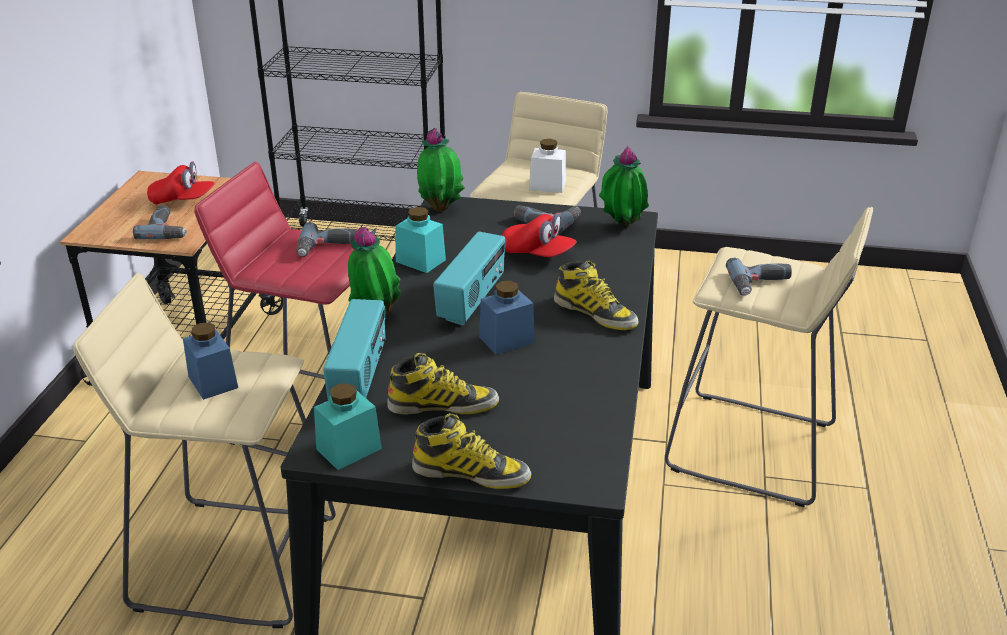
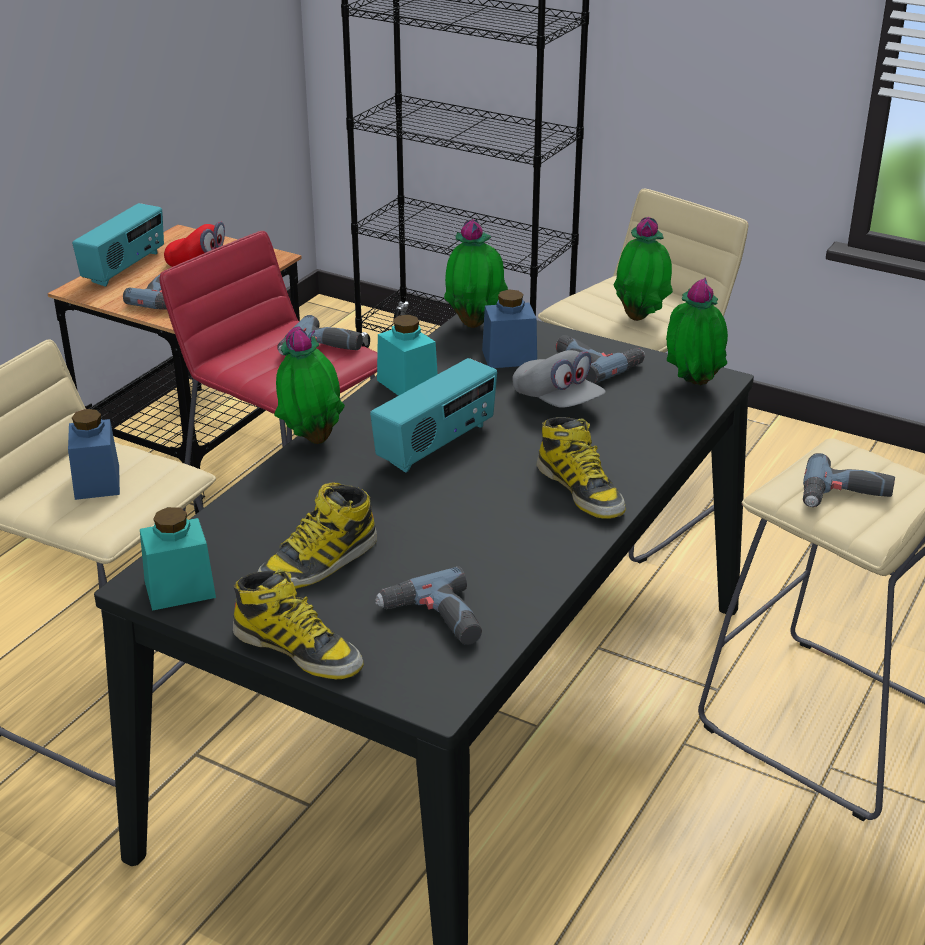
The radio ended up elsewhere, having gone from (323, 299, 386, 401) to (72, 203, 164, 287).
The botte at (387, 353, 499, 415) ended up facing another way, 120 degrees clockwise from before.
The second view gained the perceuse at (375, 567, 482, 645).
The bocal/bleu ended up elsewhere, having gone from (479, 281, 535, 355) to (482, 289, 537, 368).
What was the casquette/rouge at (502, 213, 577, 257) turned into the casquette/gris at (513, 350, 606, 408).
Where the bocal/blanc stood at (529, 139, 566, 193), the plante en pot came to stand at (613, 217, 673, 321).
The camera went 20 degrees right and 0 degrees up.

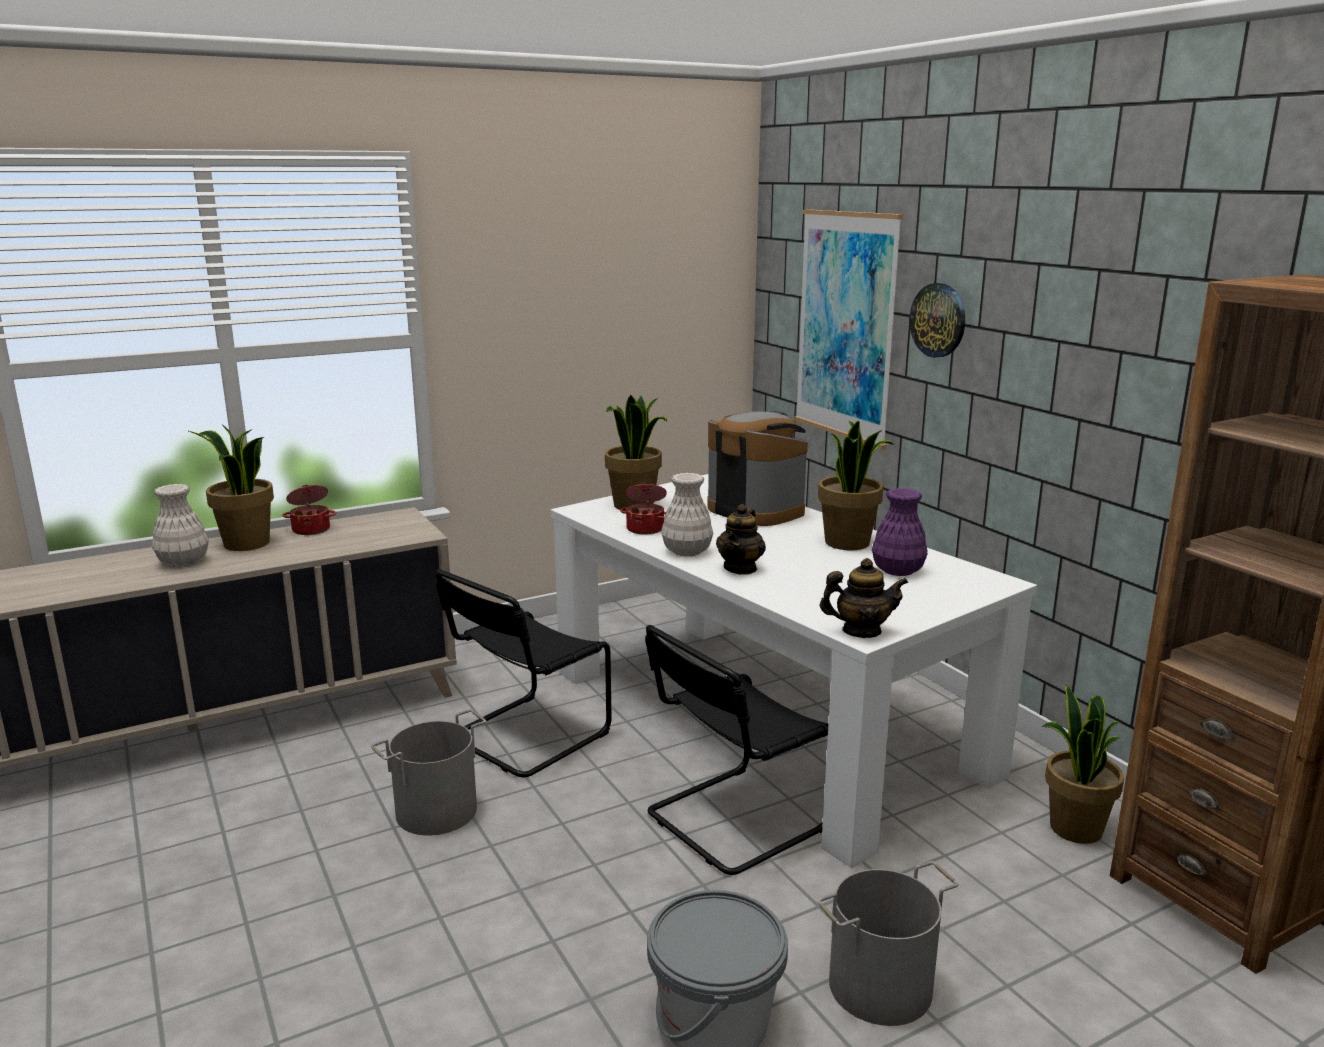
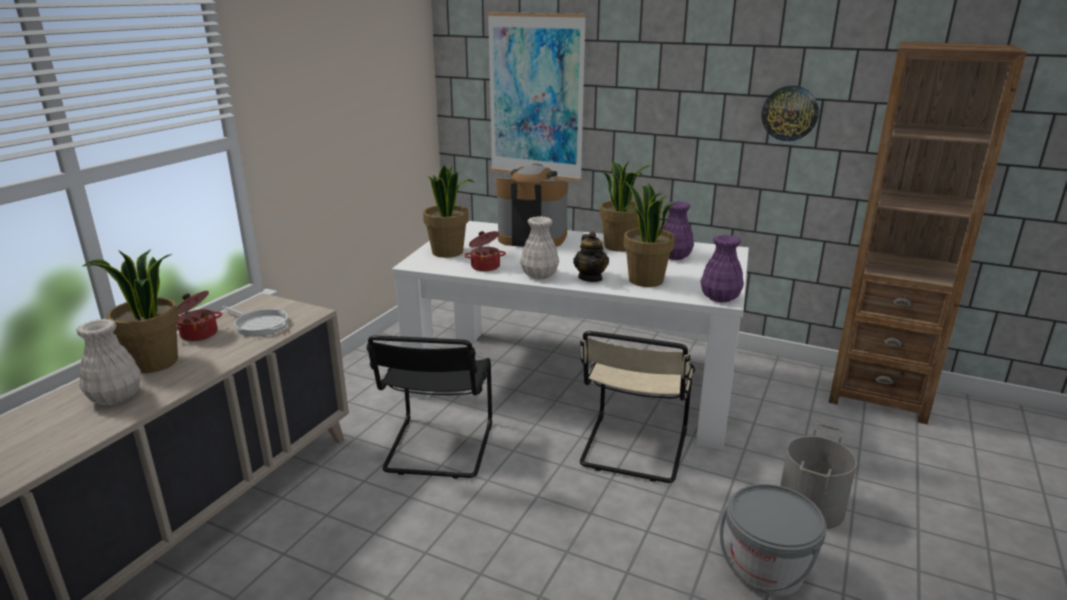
The second view gained the poêle at (222, 306, 288, 336).
What was the chaise/noir at (645, 625, 829, 875) turned into the chaise/beige at (580, 331, 695, 483).
The plante en pot ended up elsewhere, having gone from (1042, 684, 1124, 844) to (623, 181, 675, 287).
Where the théière stood at (820, 558, 908, 638), the vase/violet came to stand at (700, 234, 744, 302).
The horloge murale ended up elsewhere, having gone from (909, 283, 965, 358) to (761, 85, 819, 141).
The second view lost the seau/gris at (371, 709, 486, 835).
The camera went 35 degrees left and 5 degrees up.

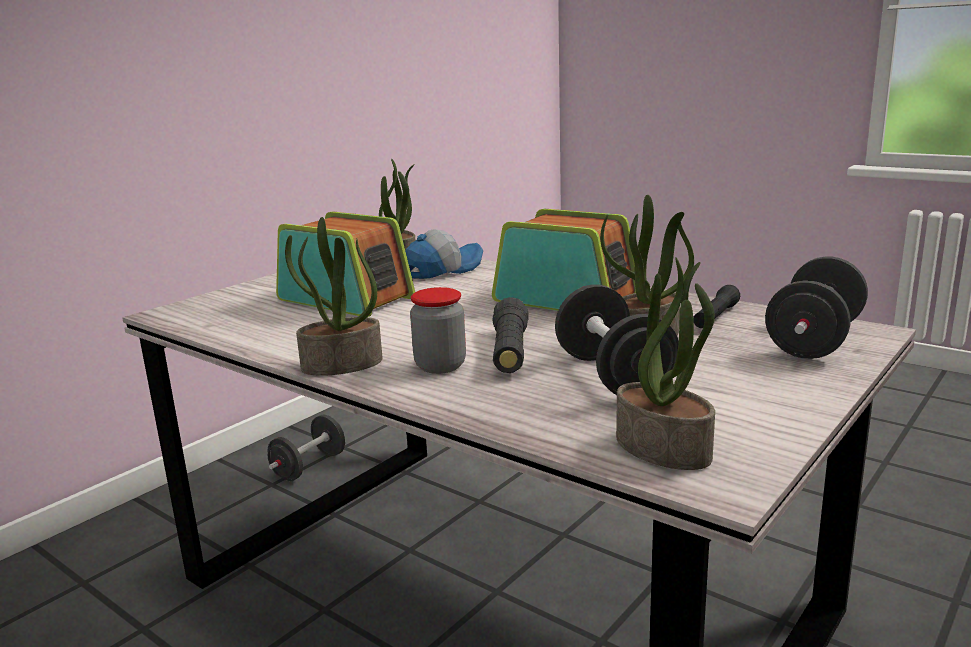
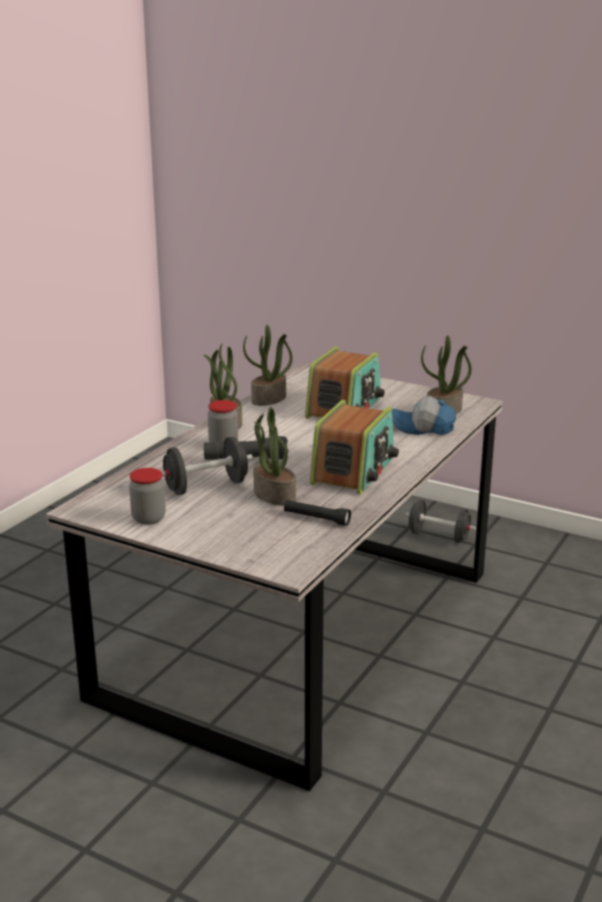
The second view gained the bocal at (129, 468, 166, 525).
The plante en pot ended up elsewhere, having gone from (616, 257, 715, 470) to (243, 325, 293, 406).
The casquette at (405, 229, 483, 279) ended up facing another way, 150 degrees clockwise from before.
The second view lost the haltère/noir at (765, 257, 868, 359).
The camera went 80 degrees right and 5 degrees up.

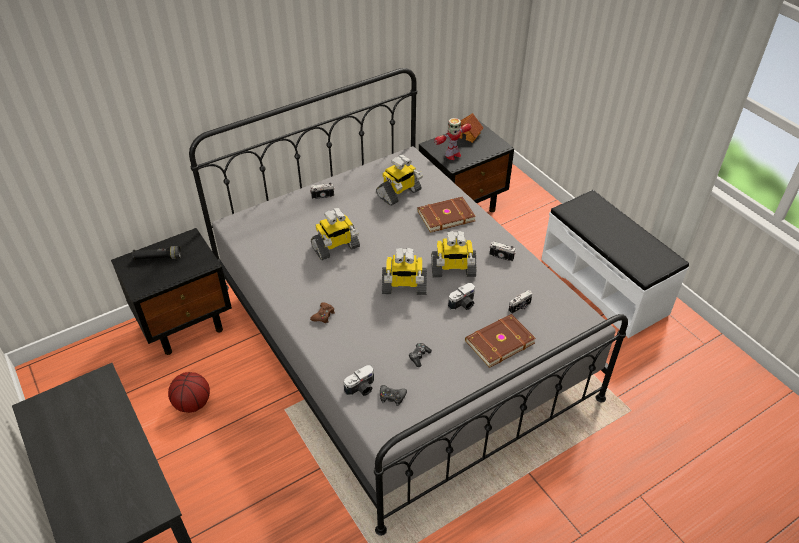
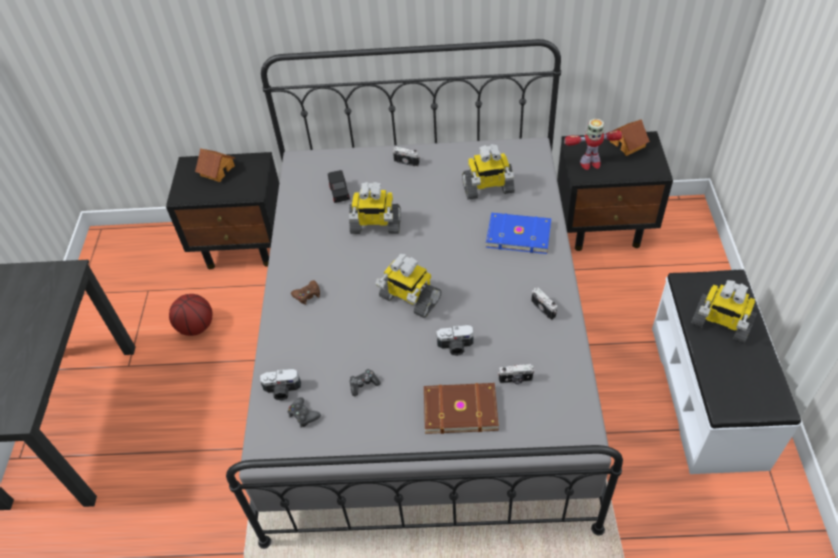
Where the lampe de poche/noir stood at (132, 246, 181, 260), the maison miniature came to stand at (195, 148, 235, 182).
The second view gained the petite voiture/noir at (328, 170, 350, 203).
What was the livre/marron at (418, 197, 476, 233) turned into the livre/bleu at (486, 213, 551, 254).
The robot jouet ended up elsewhere, having gone from (431, 231, 476, 277) to (691, 280, 757, 343).
The camera went 35 degrees right and 5 degrees up.

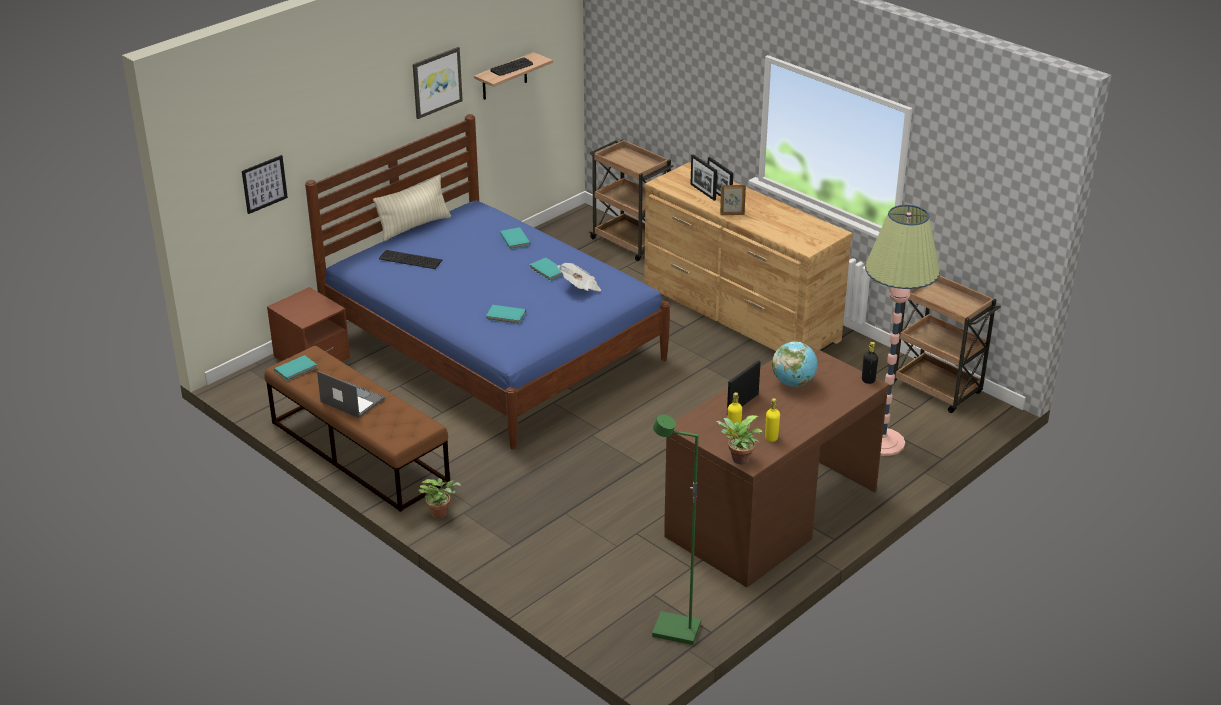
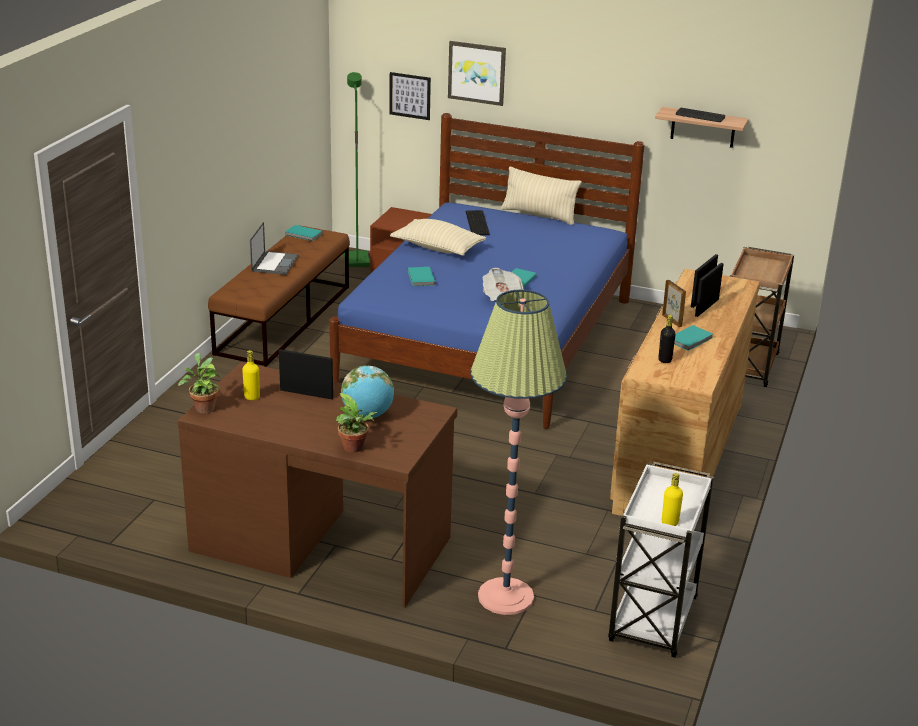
The plante en pot ended up elsewhere, having gone from (418, 478, 461, 518) to (336, 393, 378, 453).
The lampadaire/vert ended up elsewhere, having gone from (652, 414, 701, 645) to (344, 72, 370, 267).
The second view gained the coussin/beige at (390, 219, 486, 256).
The tableau ended up elsewhere, having gone from (413, 47, 463, 119) to (448, 41, 506, 106).
What was the chariot/marron at (893, 276, 1001, 413) turned into the chariot/blanc at (608, 462, 714, 658).
The bouteille/noir ended up elsewhere, having gone from (862, 342, 878, 384) to (658, 315, 676, 363).
The bouteille/jaune ended up elsewhere, having gone from (765, 398, 780, 442) to (662, 473, 683, 526).
The livre/turquoise ended up elsewhere, having gone from (500, 227, 530, 249) to (674, 325, 713, 351).
The camera went 65 degrees right and 5 degrees down.

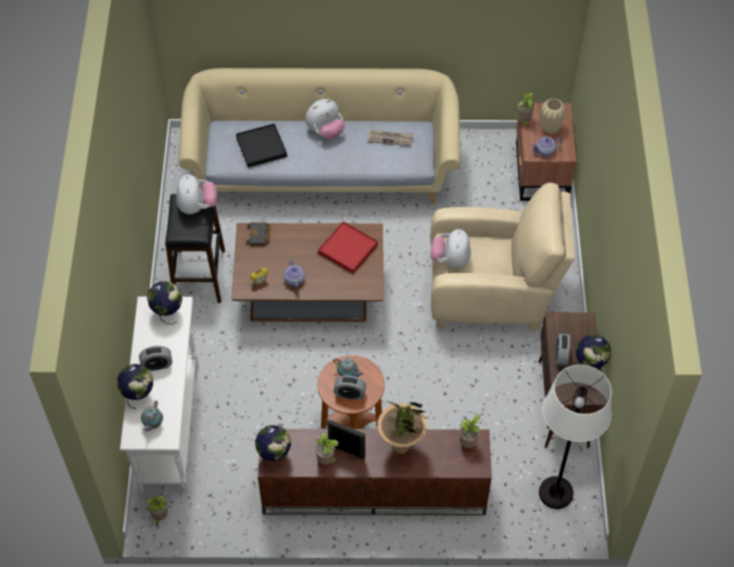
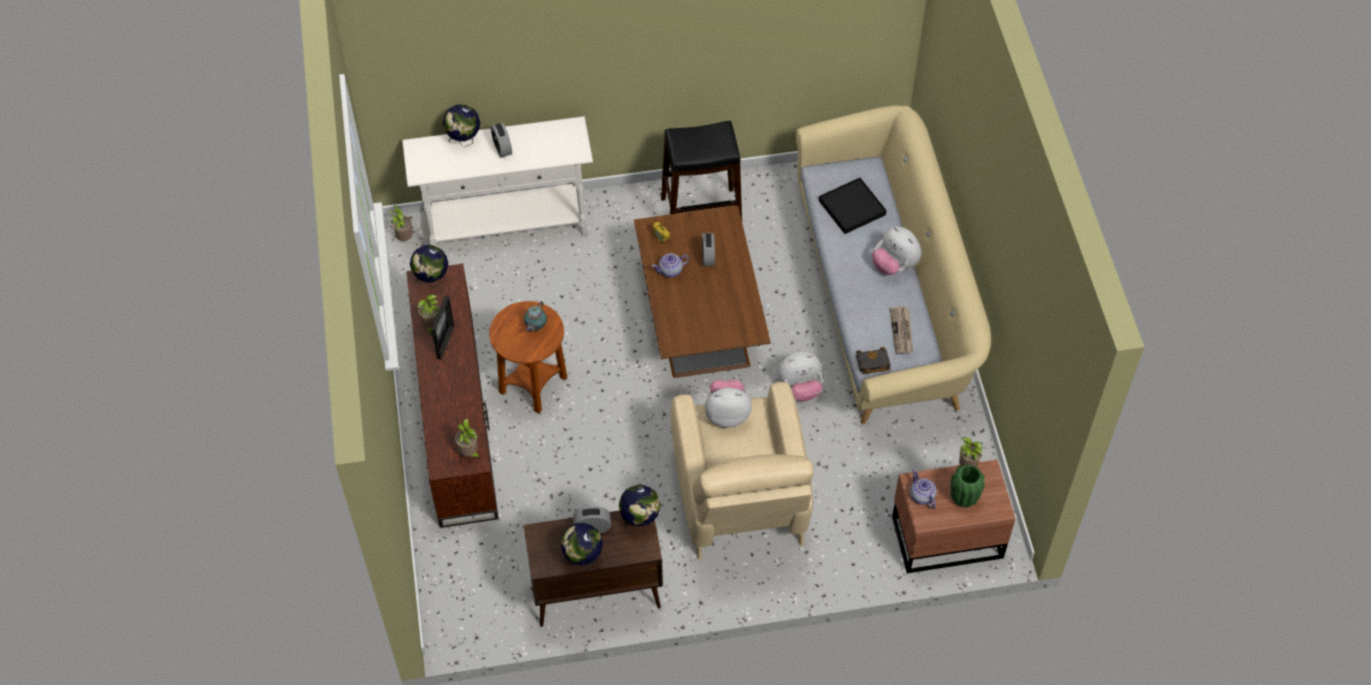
The globe ended up elsewhere, having gone from (147, 281, 182, 324) to (619, 484, 661, 534).
The réveil ended up elsewhere, having gone from (334, 375, 366, 400) to (702, 233, 715, 266).
The peluche ended up elsewhere, having gone from (176, 174, 217, 214) to (777, 351, 823, 401).
The livre/noir ended up elsewhere, having gone from (246, 223, 270, 246) to (856, 347, 891, 374).
What was the vase/beige at (540, 98, 566, 134) turned into the vase/vert at (950, 465, 985, 507).
The second view lost the théière at (141, 400, 163, 432).
The second view lost the plateau/rouge at (318, 221, 378, 273).
The second view lost the plante en pot at (378, 400, 430, 454).
The second view lost the lampadaire/blanc at (539, 365, 612, 509).
The camera went 80 degrees right and 0 degrees up.

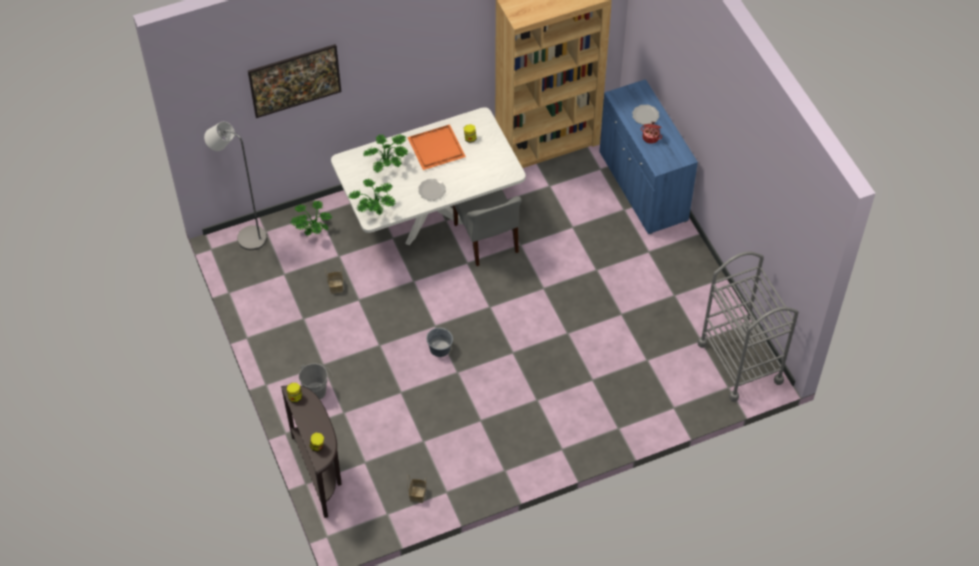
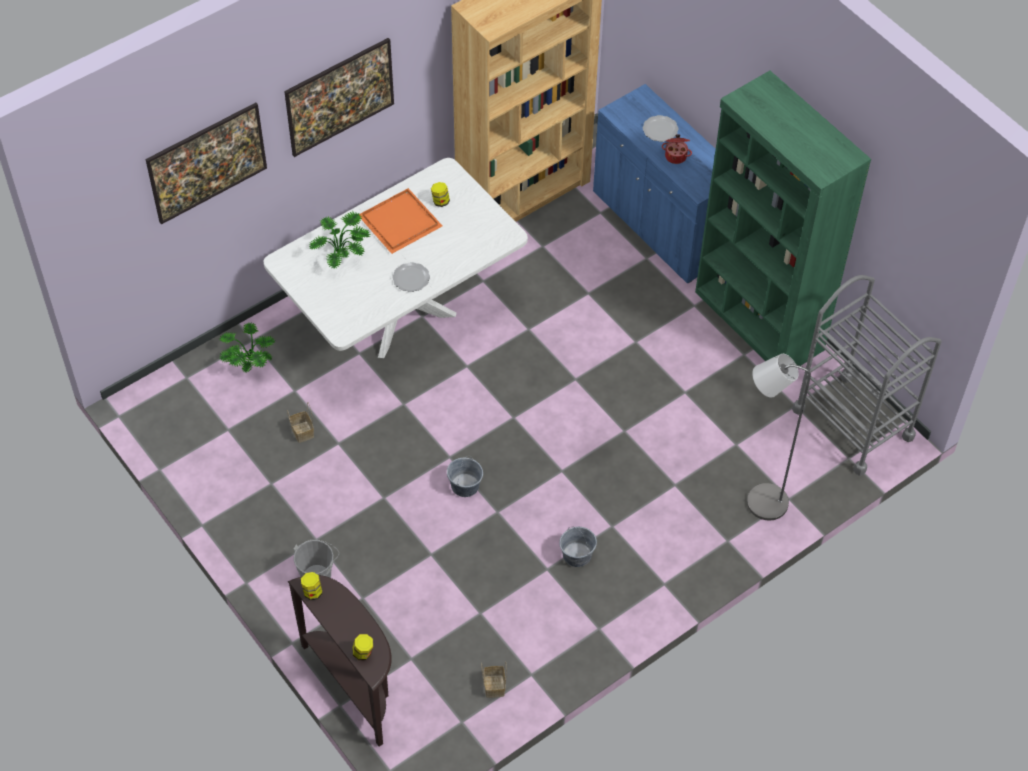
The second view gained the tableau at (284, 38, 394, 157).
The second view gained the seau/gris at (559, 526, 597, 567).
The second view gained the bibliothèque/vert at (695, 71, 871, 366).
The lampadaire/gris ended up elsewhere, having gone from (204, 122, 267, 250) to (747, 354, 811, 521).
The second view lost the plante en pot at (348, 179, 396, 215).
The second view lost the chaise/gris at (453, 190, 522, 266).
The camera went 15 degrees left and 0 degrees up.

